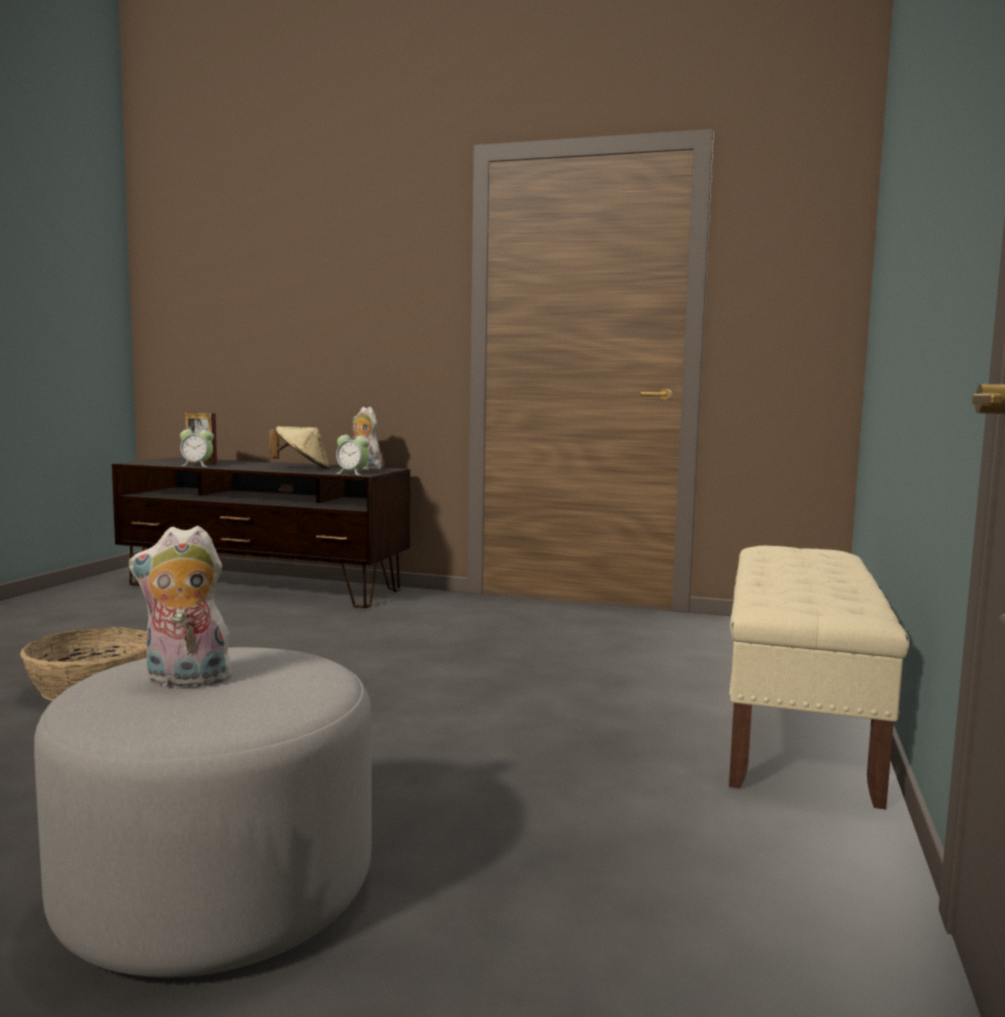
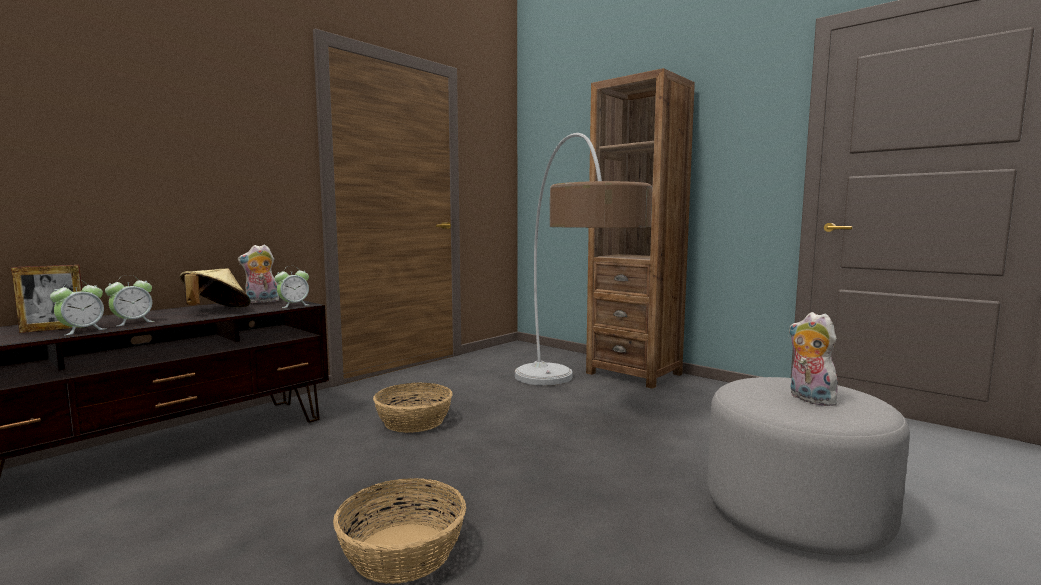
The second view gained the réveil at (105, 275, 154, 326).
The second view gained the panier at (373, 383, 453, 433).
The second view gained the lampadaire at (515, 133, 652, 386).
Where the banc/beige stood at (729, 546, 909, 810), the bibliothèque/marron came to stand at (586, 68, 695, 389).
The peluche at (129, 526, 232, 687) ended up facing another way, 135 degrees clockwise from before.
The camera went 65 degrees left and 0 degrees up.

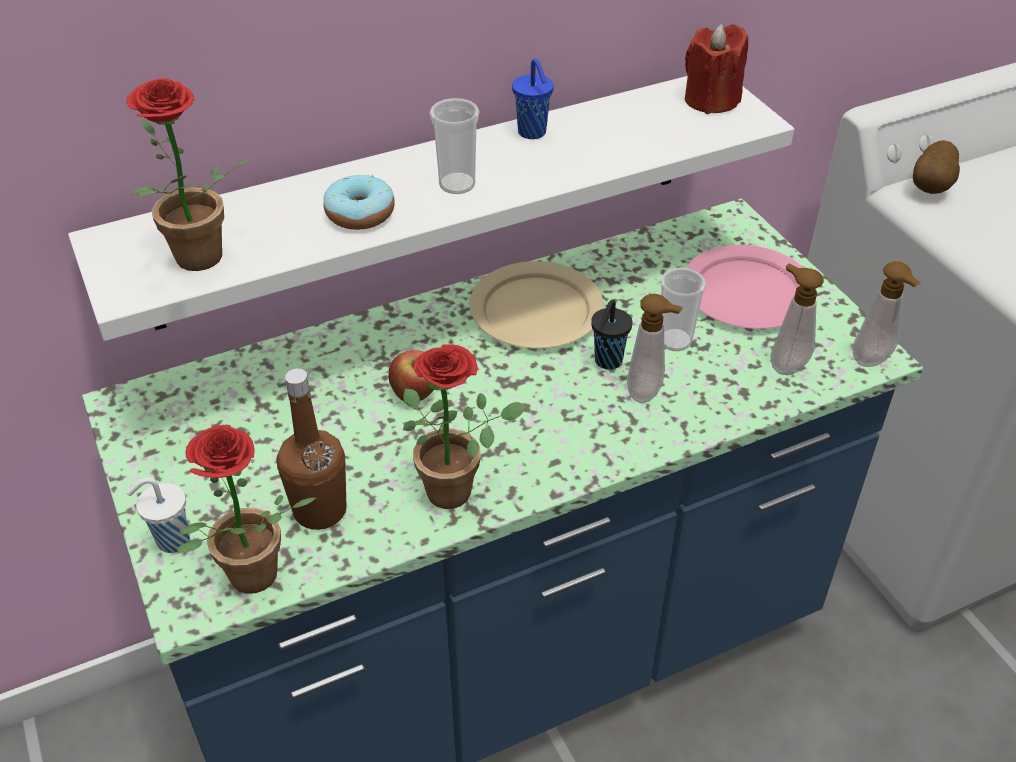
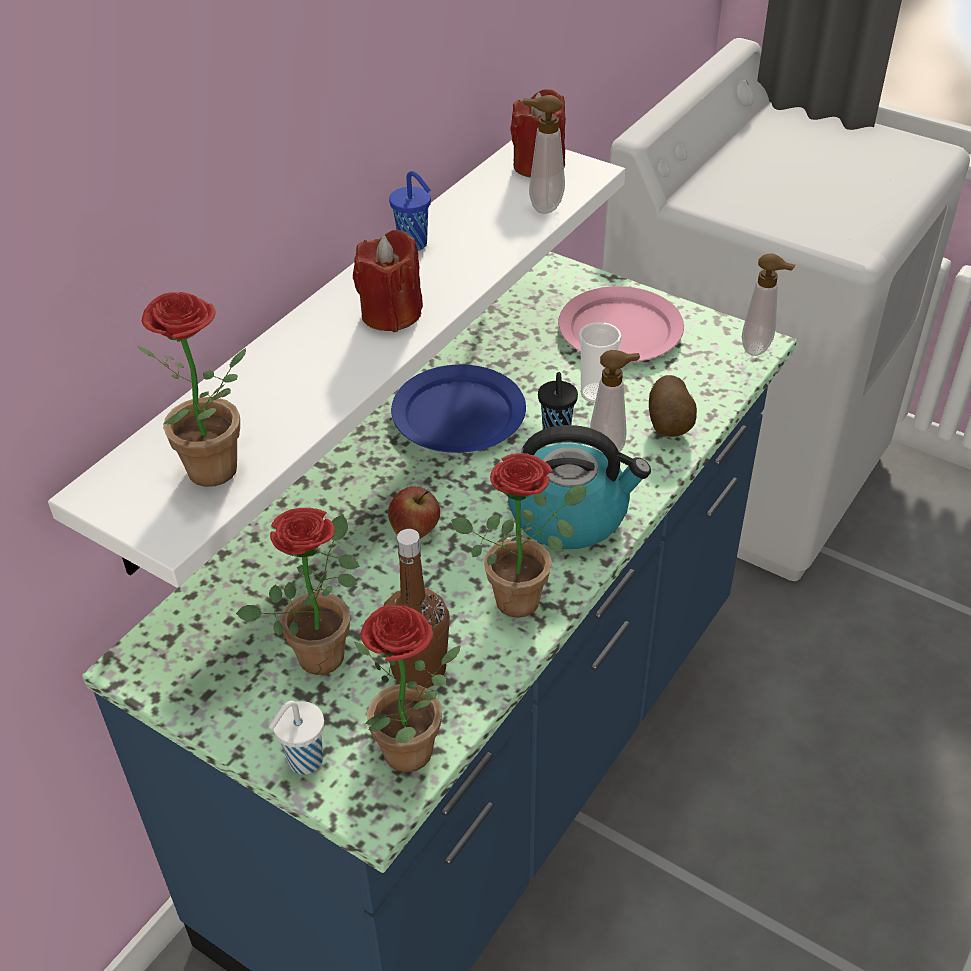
The second view gained the plante en pot at (236, 508, 360, 675).
Where the tasse stood at (430, 98, 480, 194), the bougie/rouge came to stand at (353, 230, 423, 332).
What was the assiette/beige at (470, 261, 604, 349) turned into the assiette/bleu at (391, 364, 526, 453).
The second view gained the bouilloire at (508, 425, 651, 549).
The distributeur de savon ended up elsewhere, having gone from (770, 263, 824, 375) to (523, 95, 565, 214).
The pomme de terre ended up elsewhere, having gone from (913, 140, 960, 194) to (649, 375, 697, 437).
The second view lost the beignet at (323, 175, 395, 230).
The camera went 30 degrees left and 0 degrees up.

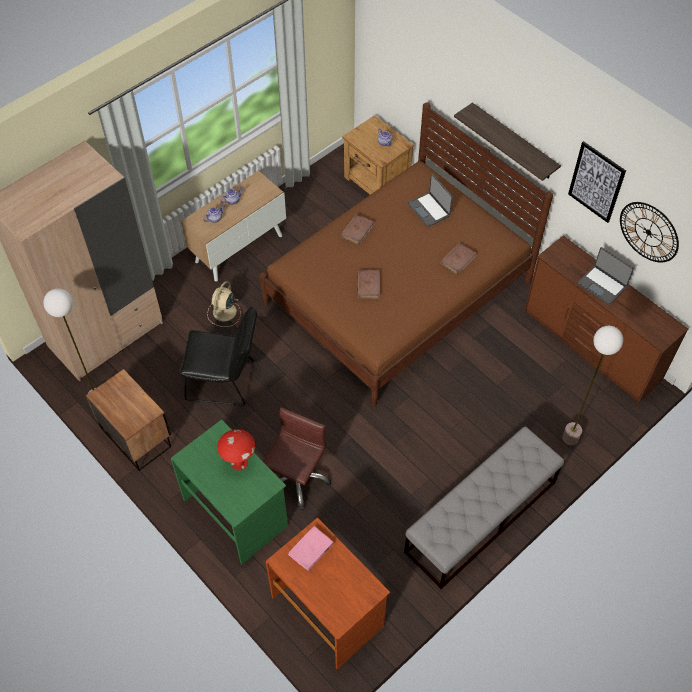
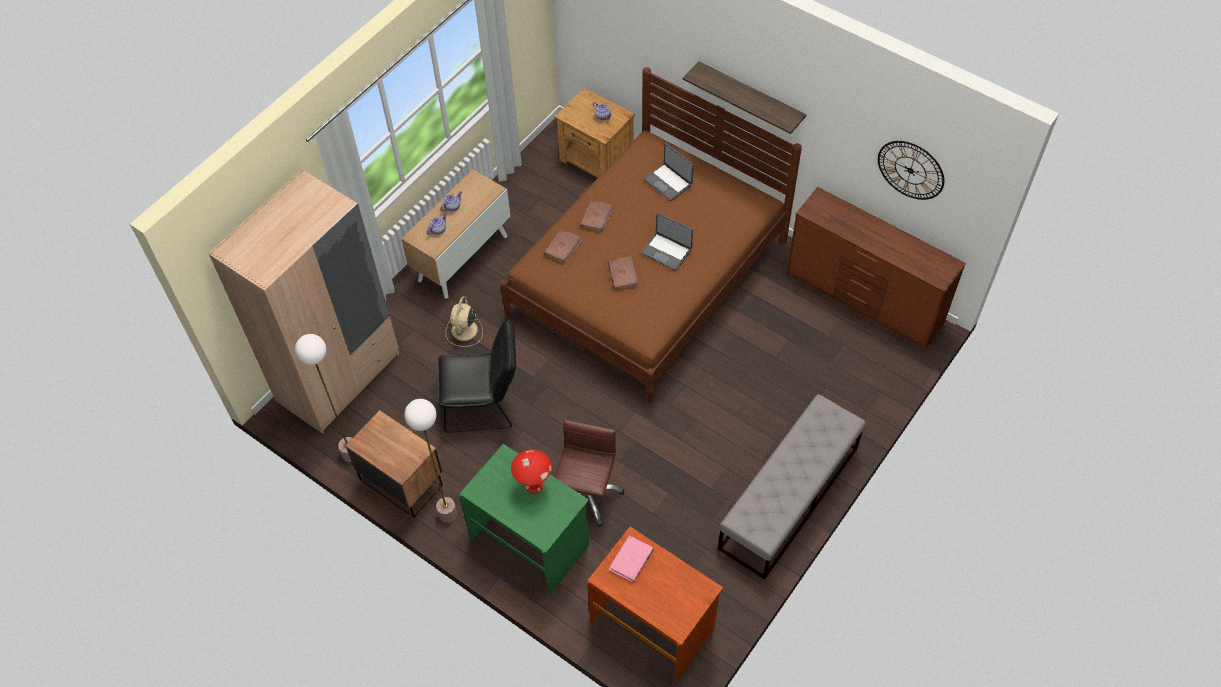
The lampadaire ended up elsewhere, having gone from (562, 326, 623, 445) to (404, 399, 457, 523).
The livre/marron ended up elsewhere, having gone from (440, 243, 477, 275) to (544, 229, 582, 264).
The ordinateur portable ended up elsewhere, having gone from (577, 247, 634, 305) to (641, 213, 693, 271).
The second view lost the tableau at (568, 141, 626, 223).
The camera went 10 degrees left and 0 degrees up.

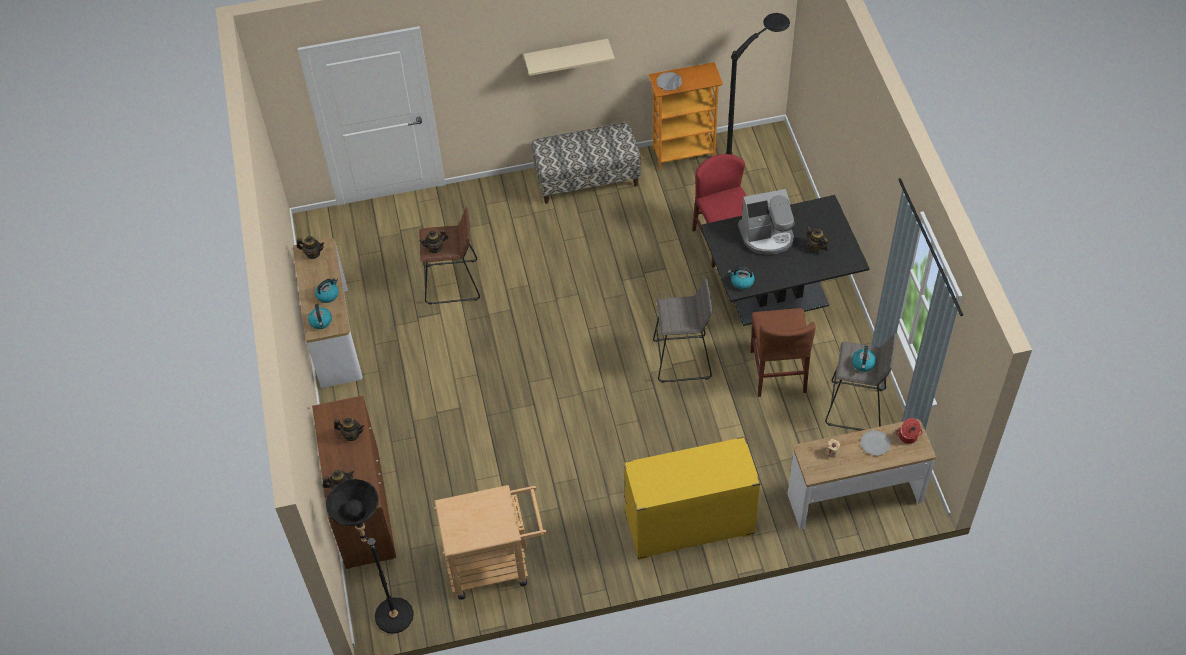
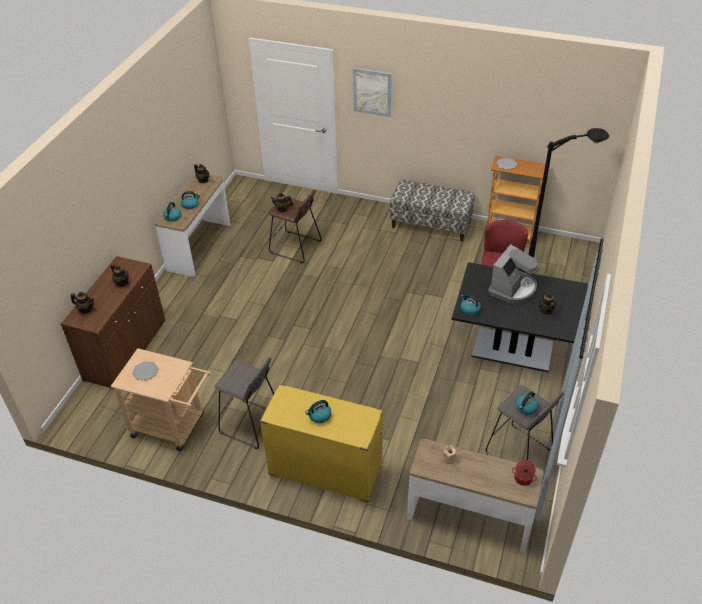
The assiette ended up elsewhere, having gone from (860, 430, 891, 456) to (132, 361, 159, 381).
The tabouret/gris ended up elsewhere, having gone from (653, 278, 712, 383) to (214, 357, 274, 449).
The second view gained the bouilloire at (305, 400, 331, 423).
The second view gained the tableau at (353, 68, 392, 117).
The machine à café at (738, 189, 795, 254) ended up facing another way, 75 degrees counterclockwise from before.
The second view lost the lampadaire/noir at (326, 479, 414, 634).
The second view lost the étagère/beige at (523, 39, 615, 76).
The second view lost the chaise/marron at (750, 308, 816, 397).
The camera went 30 degrees right and 10 degrees down.

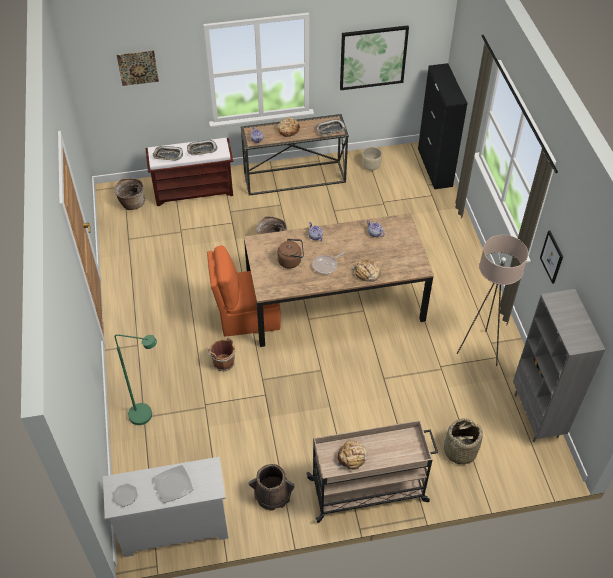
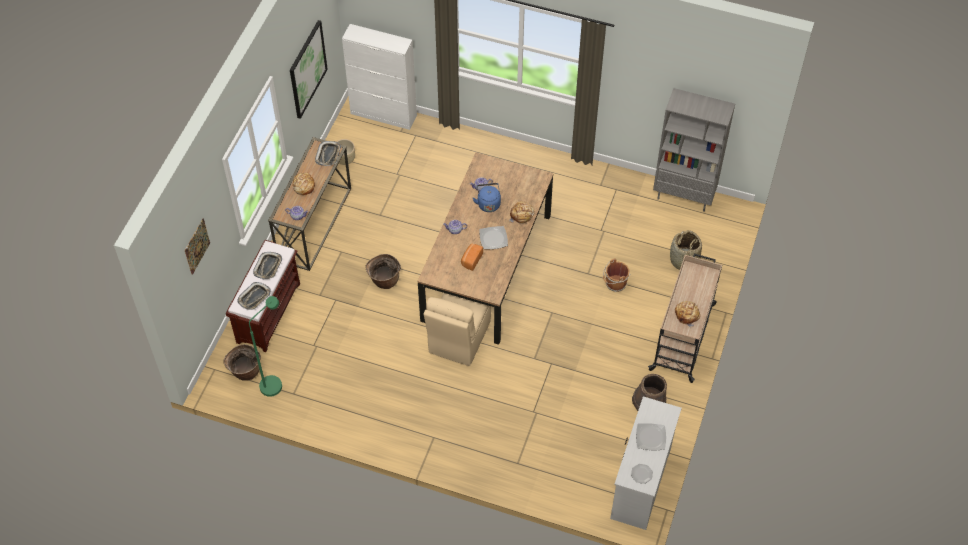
The lampadaire/vert ended up elsewhere, having gone from (115, 334, 157, 425) to (249, 296, 282, 397).
What was the meuble de rangement/noir at (418, 63, 468, 189) turned into the meuble de rangement/blanc at (342, 24, 417, 130).
What was the chaise/orange at (207, 245, 281, 336) turned into the chaise/beige at (424, 293, 491, 366).
Where the bouilloire/marron stood at (277, 239, 304, 269), the pain came to stand at (461, 244, 483, 271).
The second view gained the bouilloire/bleu at (473, 183, 501, 212).
Where the poêle stood at (313, 252, 345, 275), the assiette came to stand at (480, 226, 508, 249).
The seau/marron ended up elsewhere, having gone from (207, 337, 235, 371) to (603, 258, 631, 292).
The second view lost the lampadaire/beige at (457, 235, 528, 366).
The second view lost the tableau at (540, 230, 563, 284).
The camera went 60 degrees left and 5 degrees up.

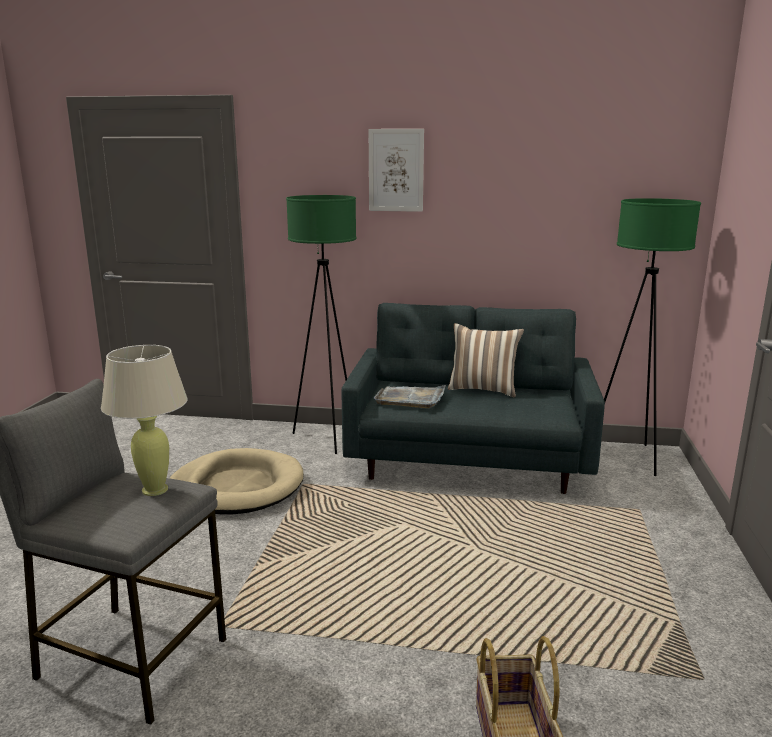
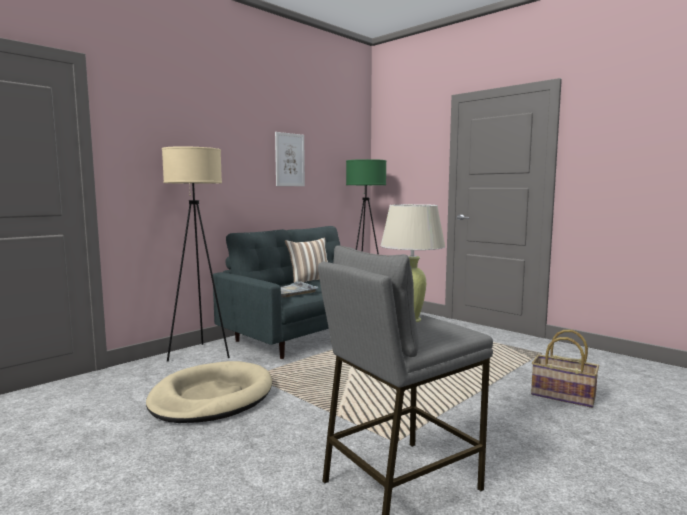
What was the lampadaire/vert at (286, 195, 357, 454) turned into the lampadaire/beige at (162, 146, 230, 362).
The tableau ended up elsewhere, having gone from (369, 129, 424, 212) to (275, 132, 305, 186).
The camera went 55 degrees left and 10 degrees down.

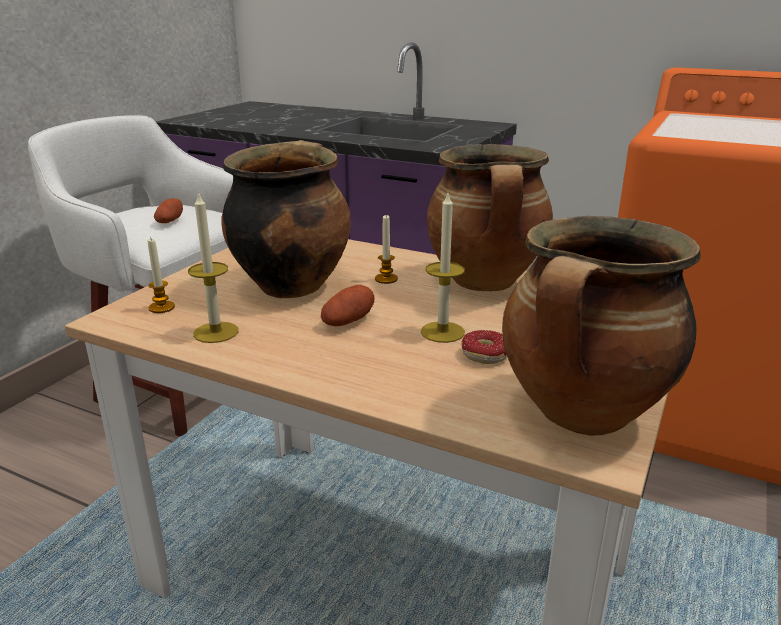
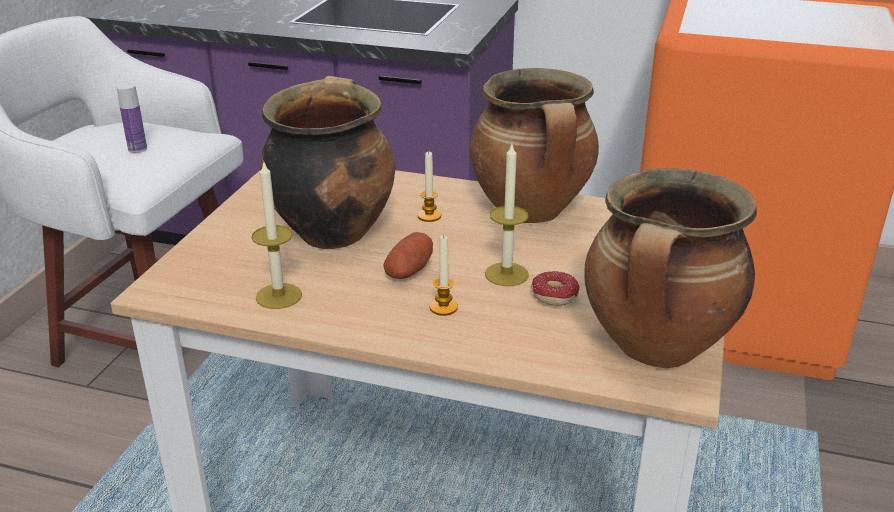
Where the pomme de terre stood at (154, 198, 183, 223), the bouteille came to stand at (116, 83, 147, 153).
The bougie ended up elsewhere, having gone from (147, 239, 175, 313) to (430, 234, 458, 316).
The camera went 10 degrees left and 5 degrees up.

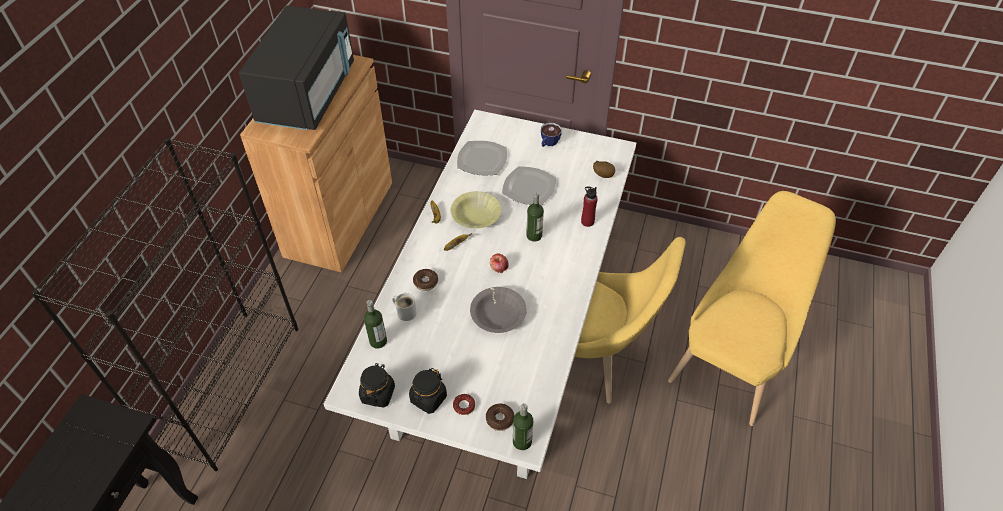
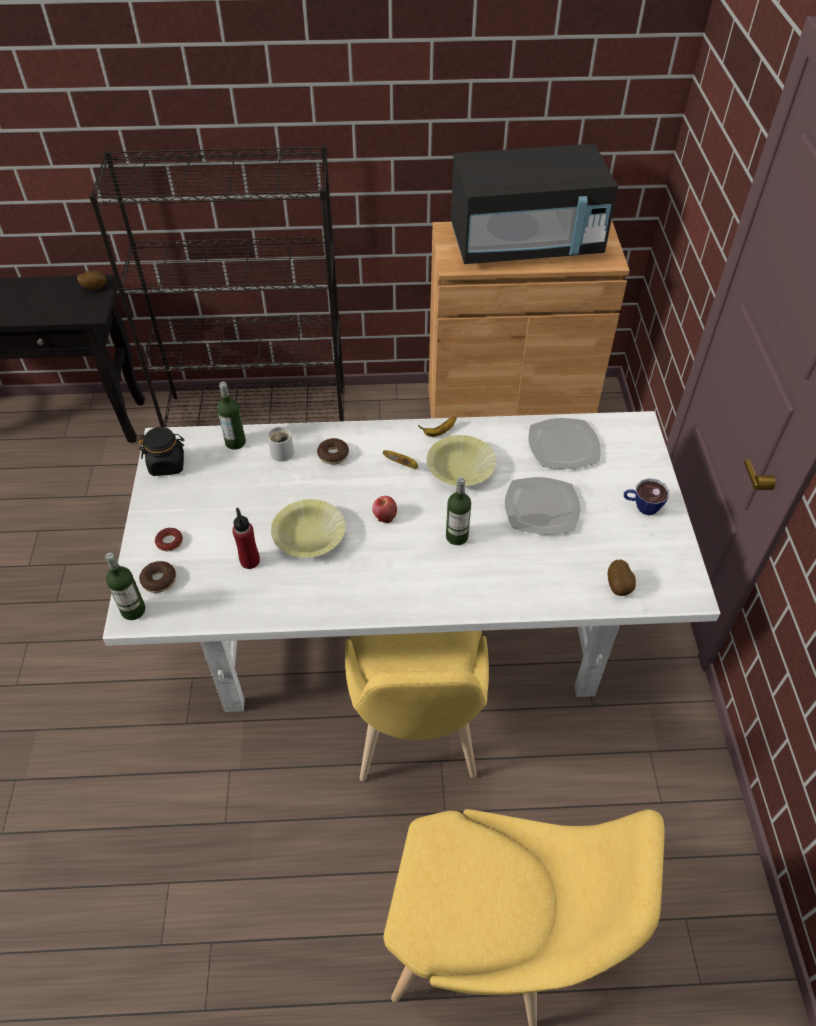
The second view gained the pomme de terre at (77, 271, 106, 290).
The bouteille/rouge ended up elsewhere, having gone from (581, 187, 598, 227) to (232, 508, 260, 569).
What was the bol/gris at (470, 287, 527, 333) turned into the bol/jaune at (271, 499, 345, 558).
The second view lost the bocal/noir at (409, 368, 447, 414).
The camera went 70 degrees right and 0 degrees up.

